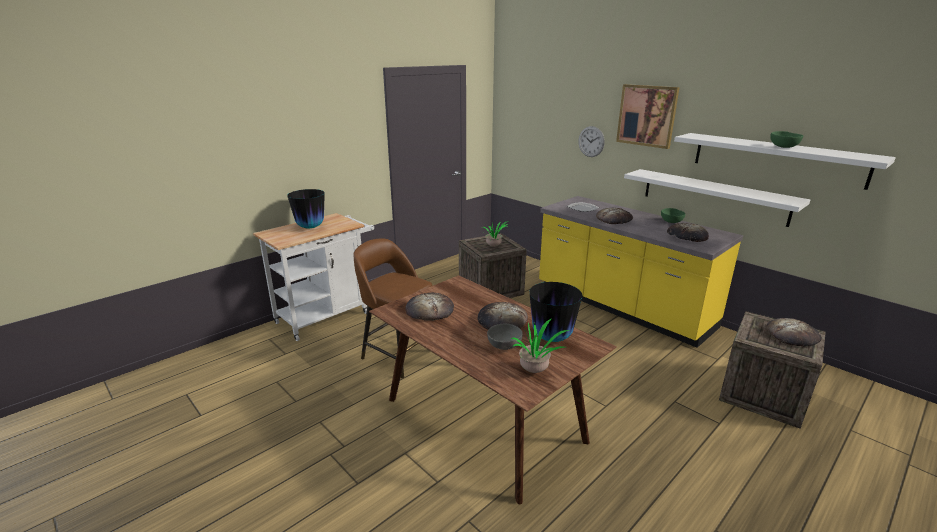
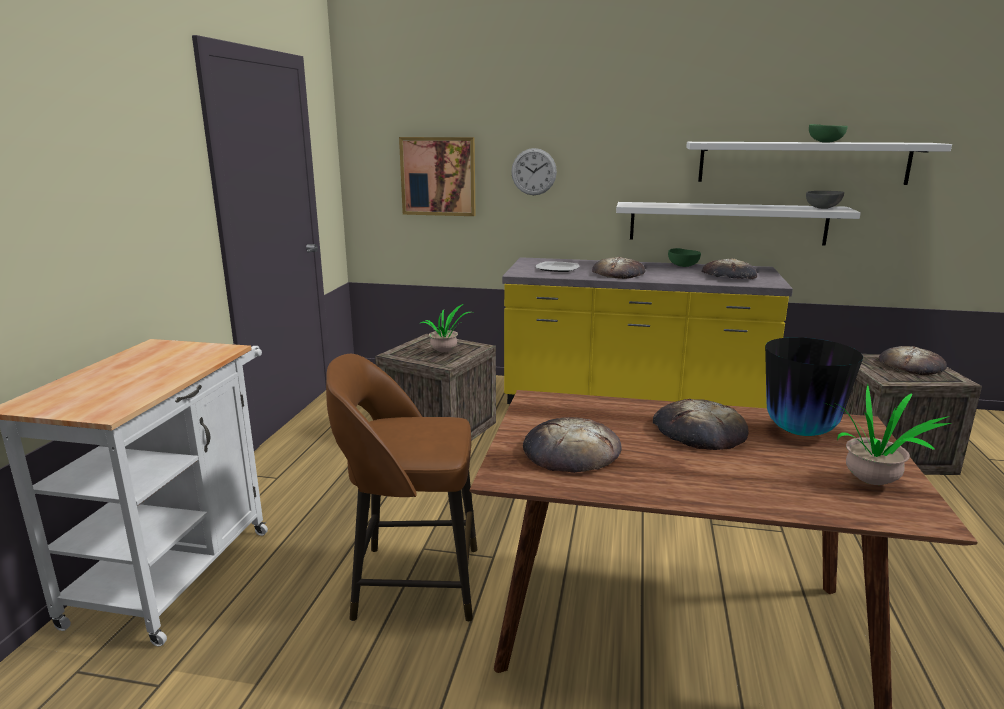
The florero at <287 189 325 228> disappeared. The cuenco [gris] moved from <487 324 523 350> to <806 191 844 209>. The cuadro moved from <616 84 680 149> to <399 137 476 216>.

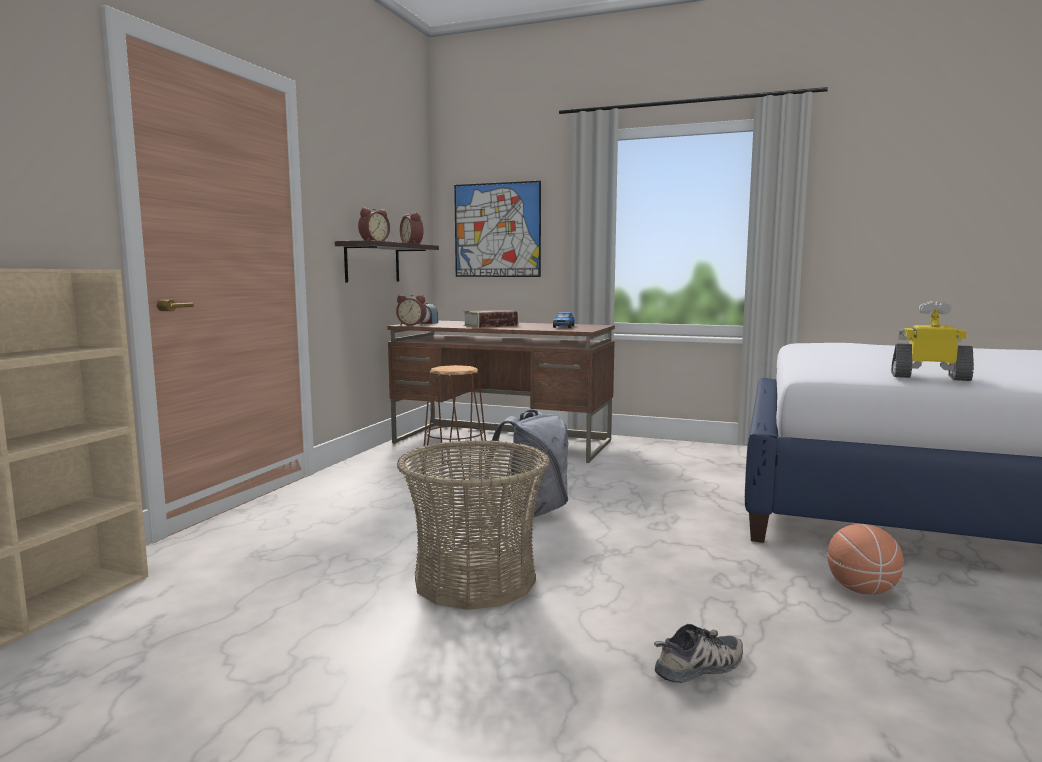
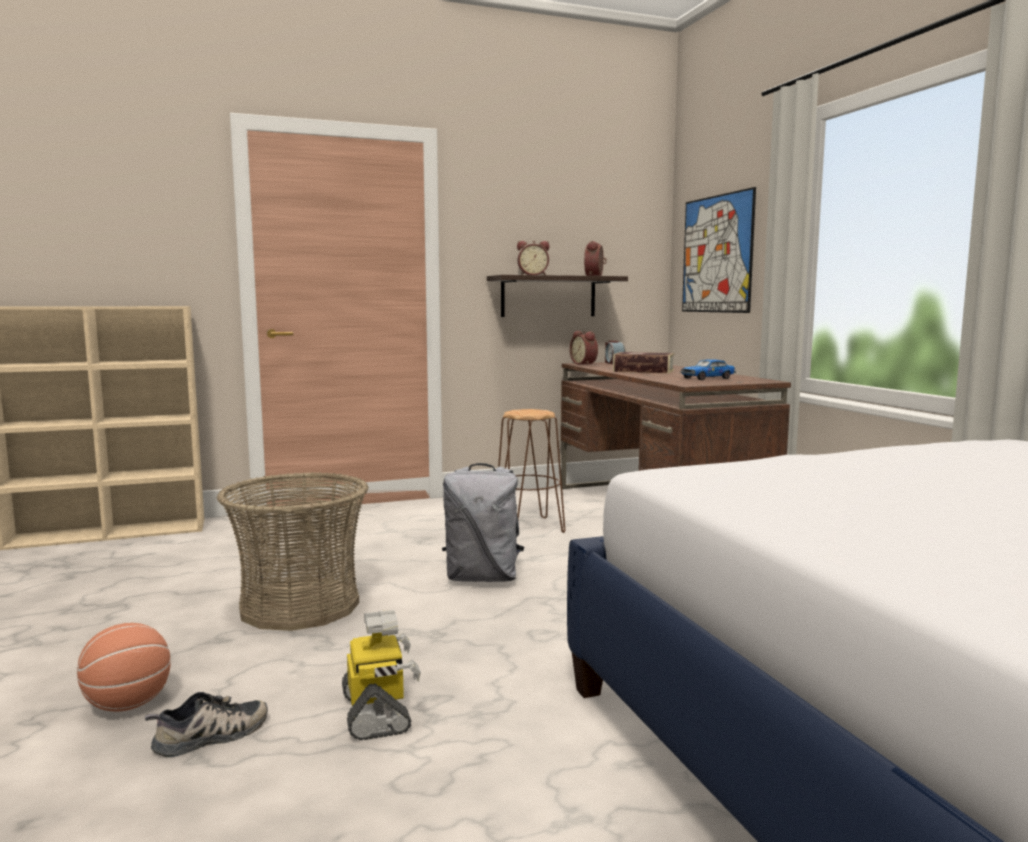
The balón de baloncesto moved from <827 524 904 594> to <77 623 171 711>. The robot de juguete moved from <891 301 974 381> to <342 610 421 740>. The zapato at <654 624 743 683> turned 60 degrees counterclockwise.

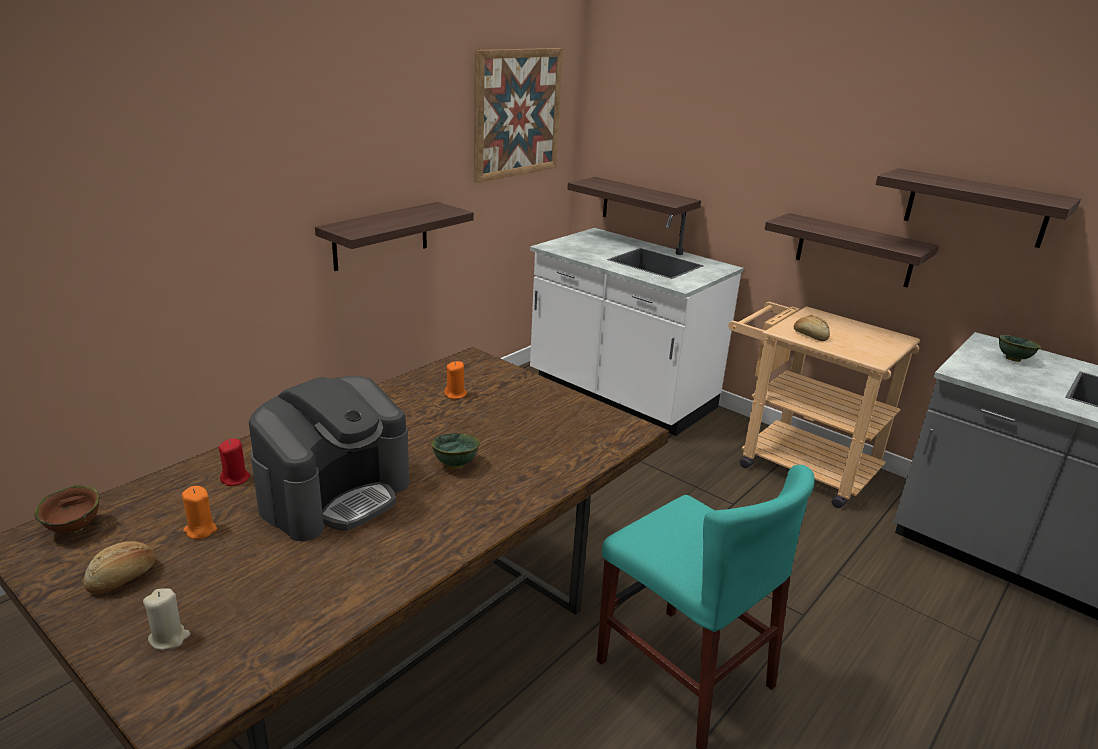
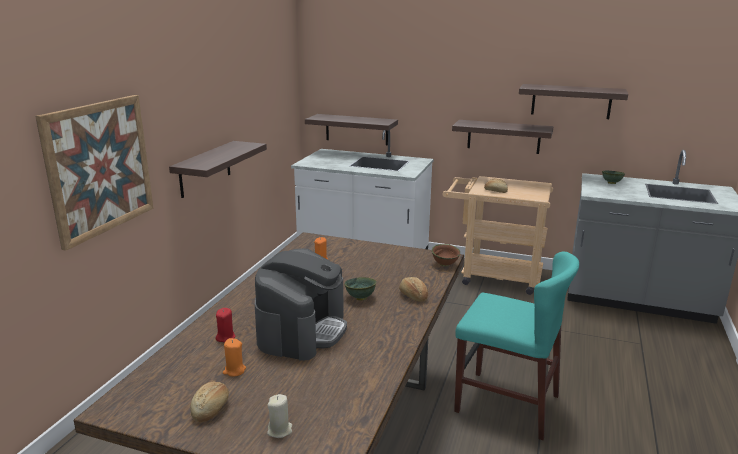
The pan at <399 277 428 302> appeared. The cuenco [marrón] moved from <34 485 100 533> to <432 244 460 266>. The cuadro moved from <474 48 563 183> to <35 95 154 251>.

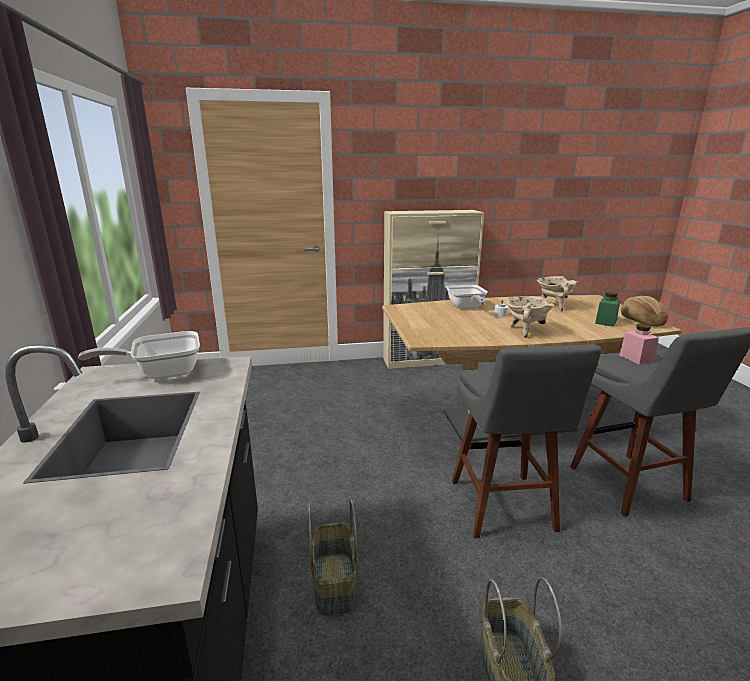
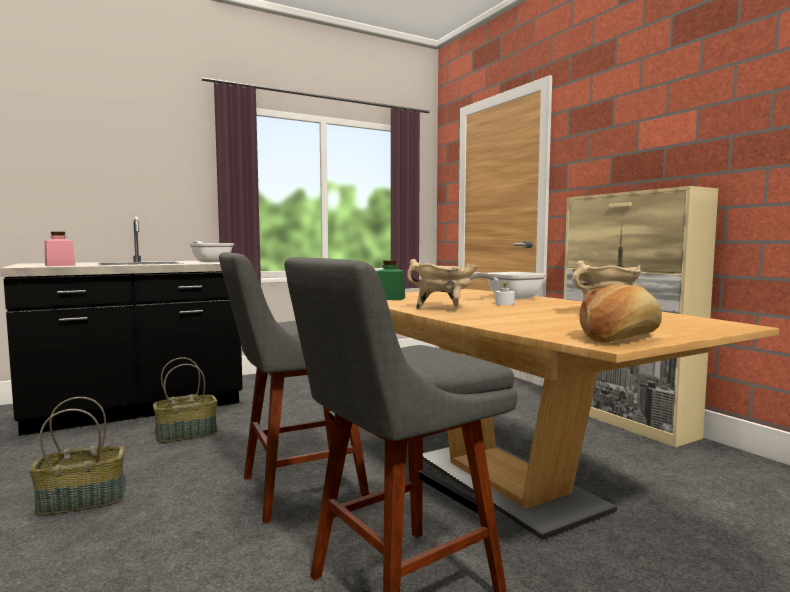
The tarro [verde] moved from <595 292 620 327> to <376 260 405 300>. The tarro [rosa] moved from <619 324 659 365> to <45 232 75 266>.

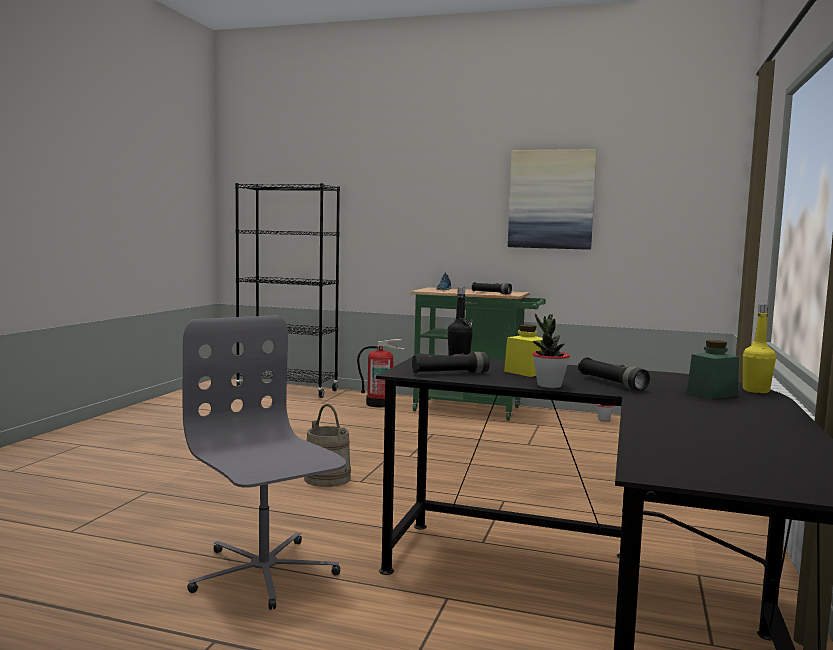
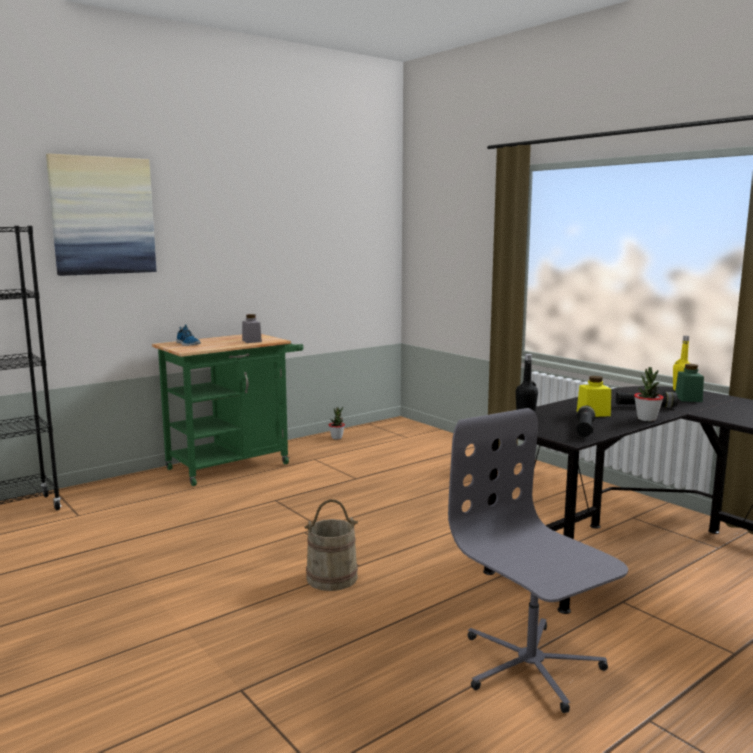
The extintor at <357 339 405 408> disappeared. The cuadro moved from <508 149 597 250> to <46 153 156 276>. The linterna [negro] at <472 282 512 294> was replaced by the tarro [gris] at <242 314 262 343>. The silla de oficina [gris] at <183 315 346 610> turned 60 degrees clockwise.

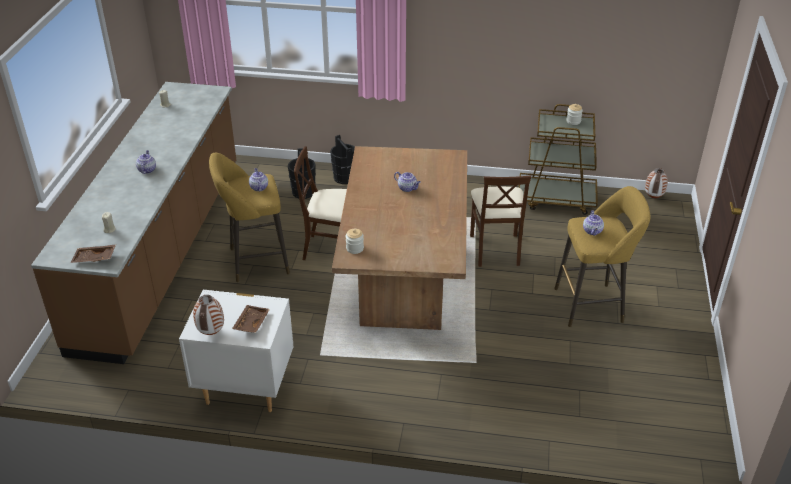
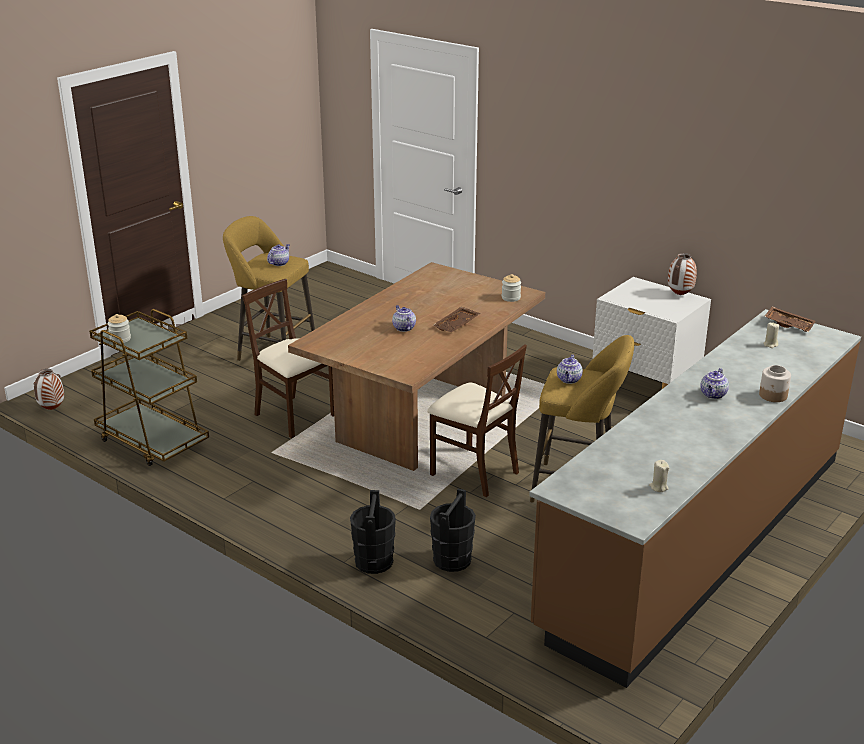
The tarro at <759 365 791 402> appeared. The bandeja [marrón] moved from <232 305 270 333> to <433 307 480 332>. The silla [beis] at <470 175 531 267> turned 75 degrees counterclockwise.

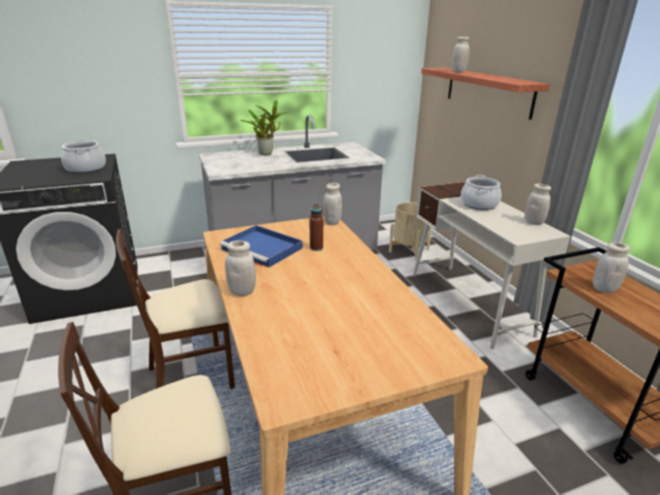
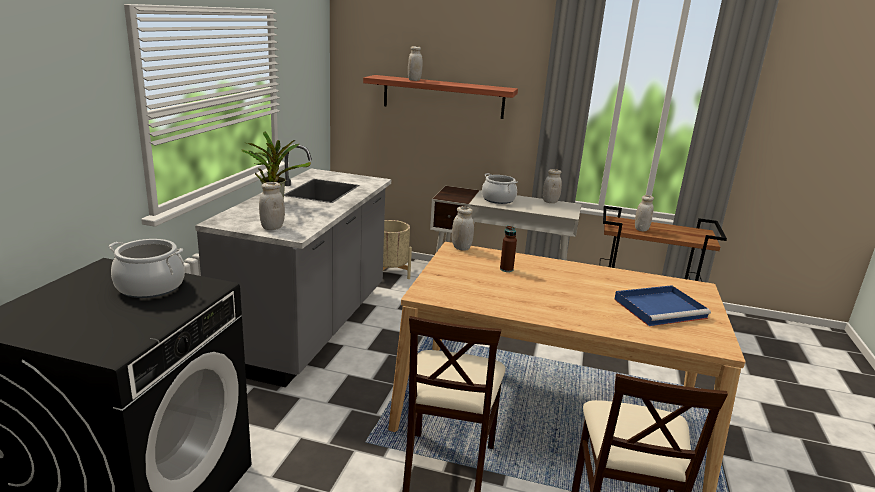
The bandeja [azul] moved from <220 225 302 268> to <614 285 711 326>. The tarro [blanco] moved from <225 241 256 296> to <259 182 285 230>.

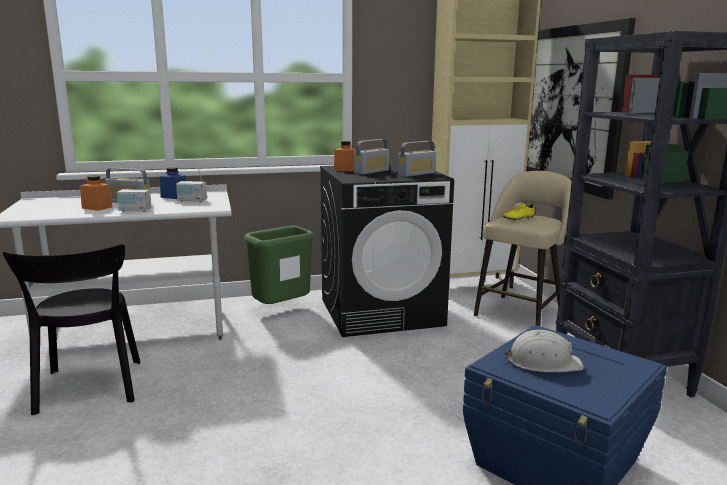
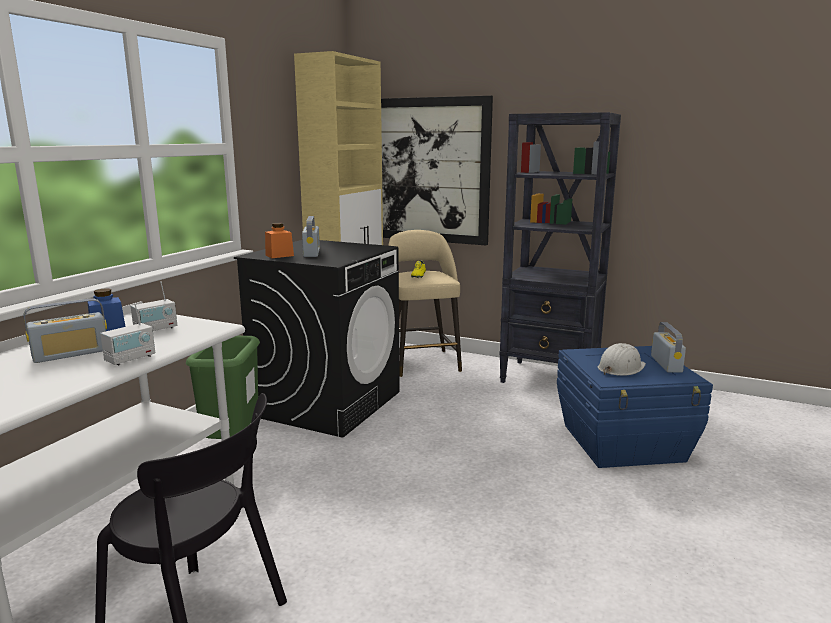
The tarro [naranja] at <80 175 113 211> disappeared. The radio moved from <398 141 436 177> to <651 322 686 373>.

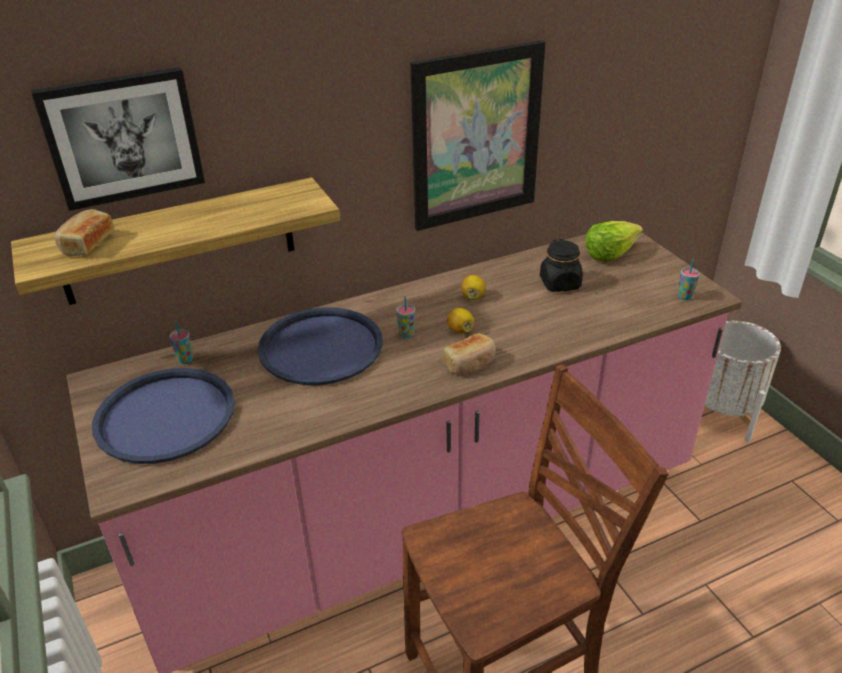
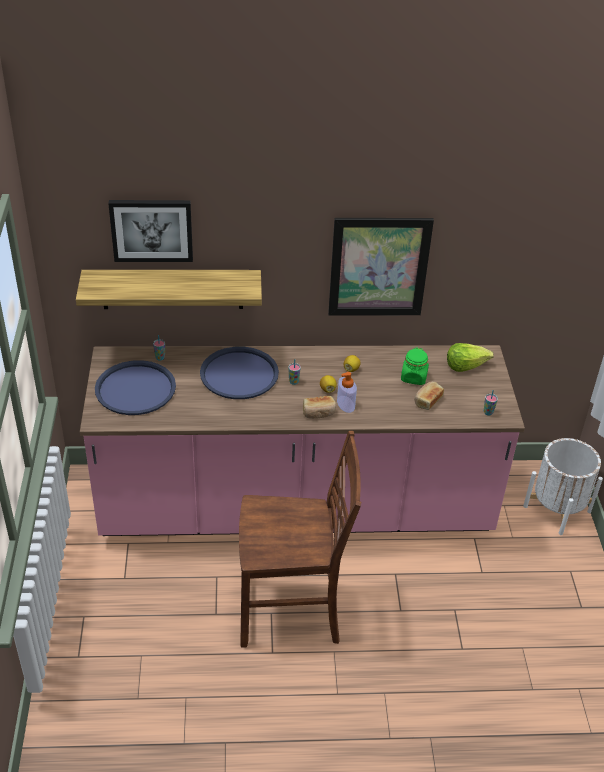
The dispensador de jabón at <337 372 357 413> appeared. The pan moved from <55 209 115 256> to <414 381 444 410>. The tarro [negro] at <540 239 583 292> became the tarro [verde] at <401 348 429 385>.

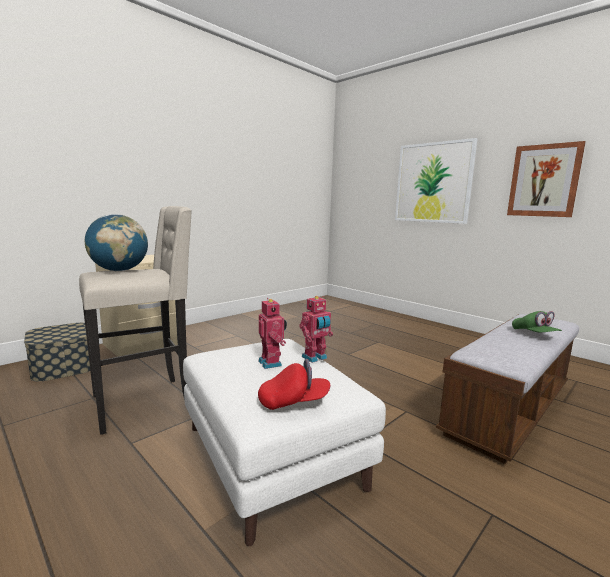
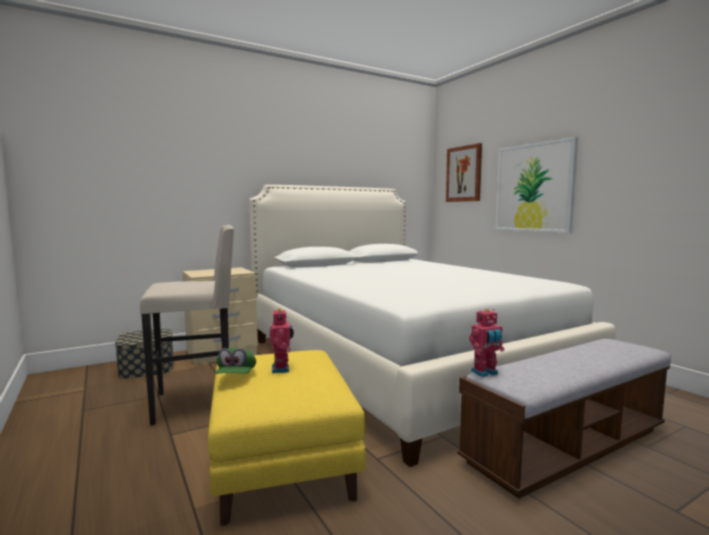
The globo terráqueo at <85 214 148 271> disappeared. The gorra [rojo] at <258 359 331 410> disappeared. The cama [blanco] at <249 185 615 467> appeared. The robot de juguete moved from <300 296 333 363> to <469 309 505 377>. The cuadro moved from <507 141 586 217> to <446 143 482 202>. The gorra [verde] moved from <512 311 562 332> to <215 348 256 374>. The puf [blanco] at <183 339 386 546> became the puf [amarillo] at <208 350 366 526>.

